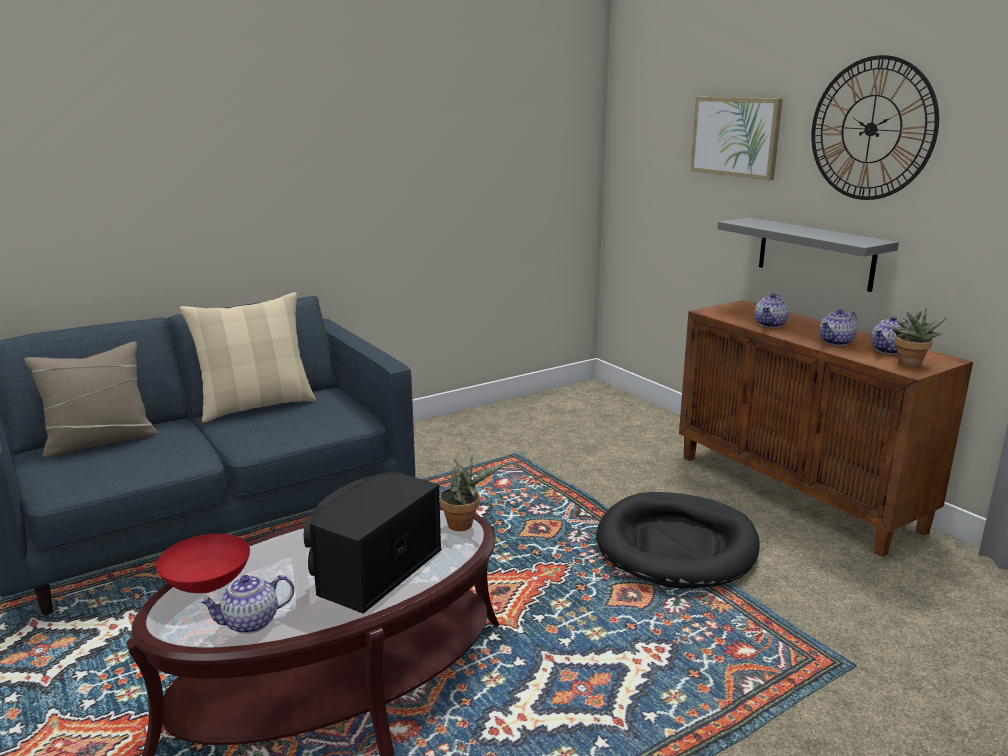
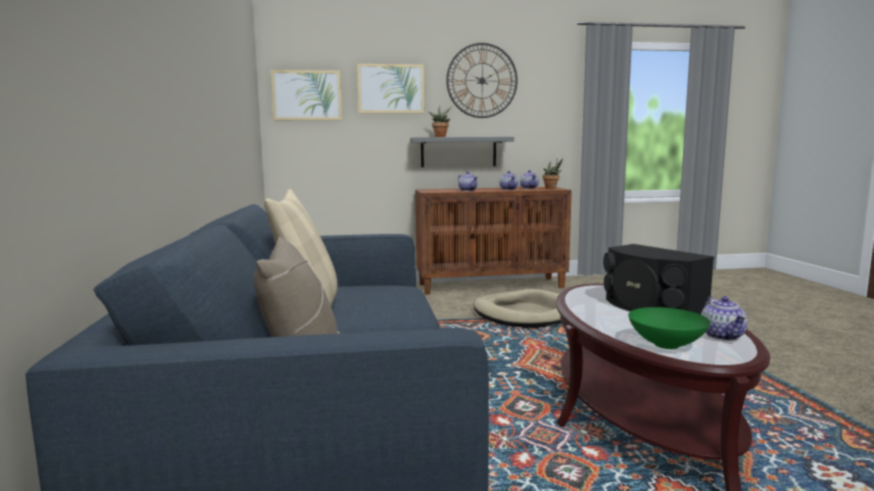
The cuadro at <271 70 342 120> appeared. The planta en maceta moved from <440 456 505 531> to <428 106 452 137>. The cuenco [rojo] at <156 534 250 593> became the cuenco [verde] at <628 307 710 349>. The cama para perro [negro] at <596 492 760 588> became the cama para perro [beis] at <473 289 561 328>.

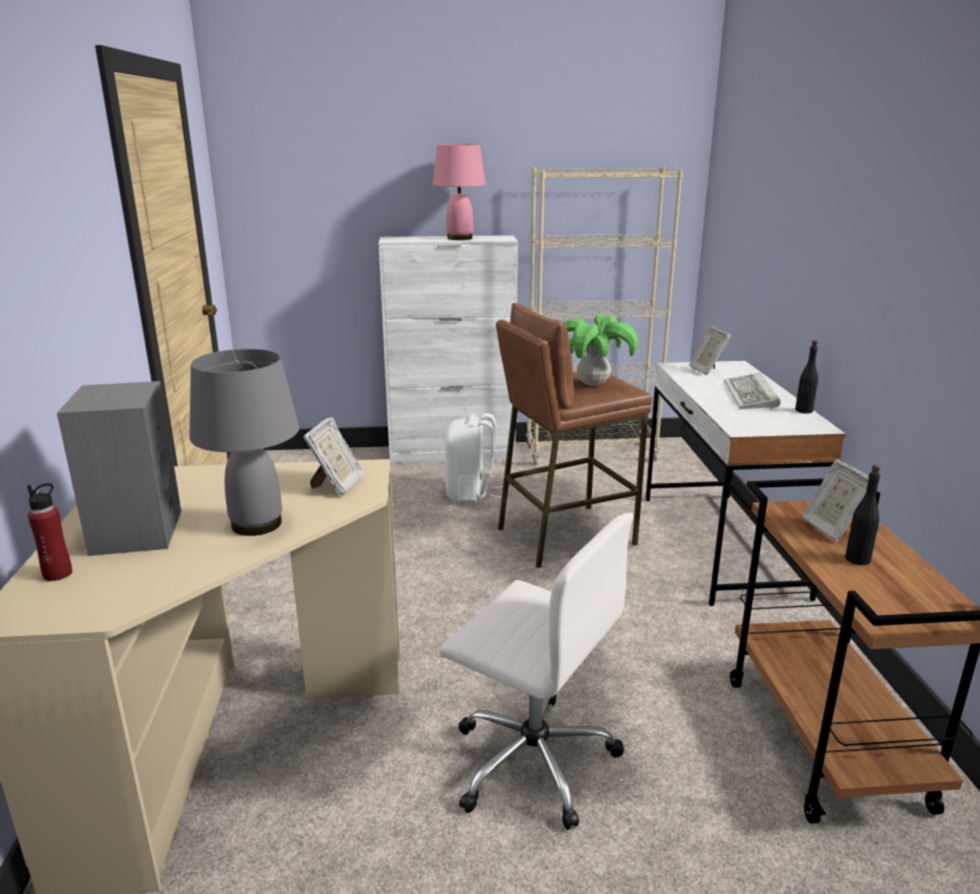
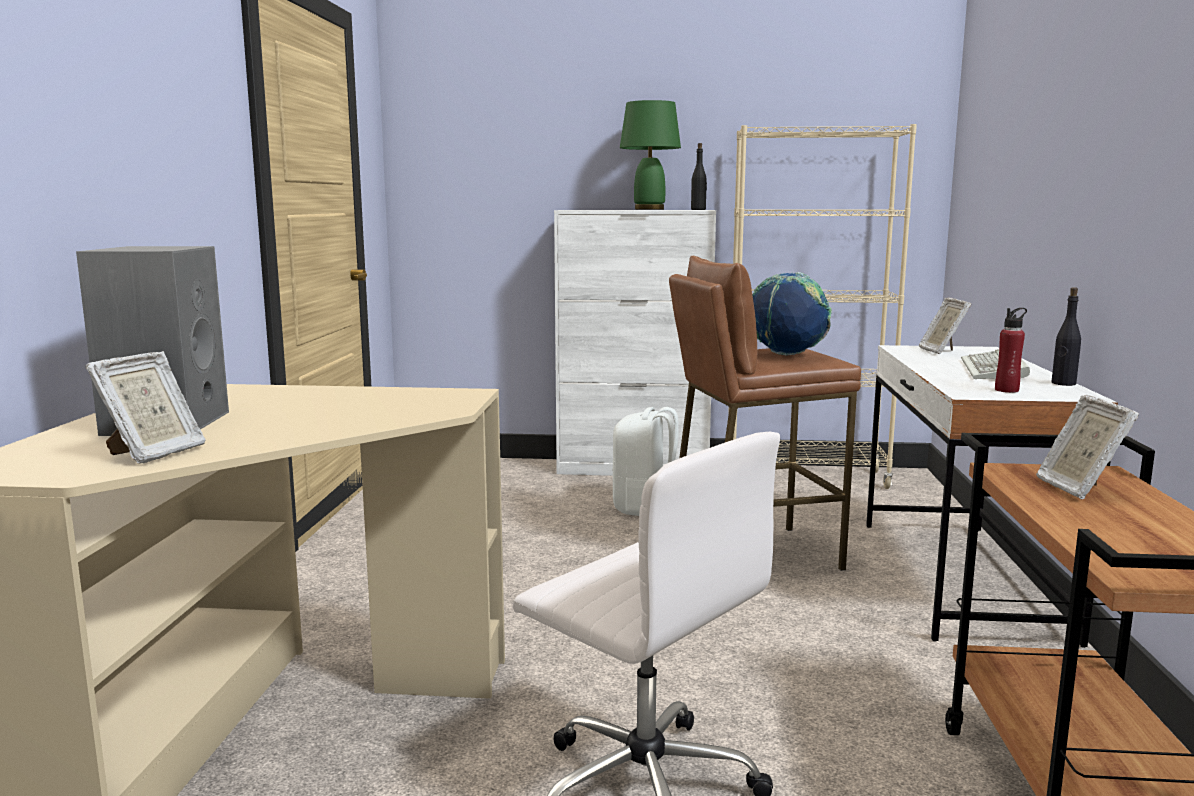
The lámpara de mesa [gris] at <190 349 299 536> disappeared. The botella [rojo] moved from <27 483 72 581> to <995 308 1027 393>. The portarretratos moved from <303 417 365 496> to <85 351 206 464>. The botella [negro] moved from <845 465 880 565> to <691 143 707 210>. The planta en maceta at <563 314 638 386> was replaced by the globo terráqueo at <752 272 832 355>. The lámpara de mesa [rosa] at <433 144 486 240> became the lámpara de mesa [verde] at <620 100 681 210>.

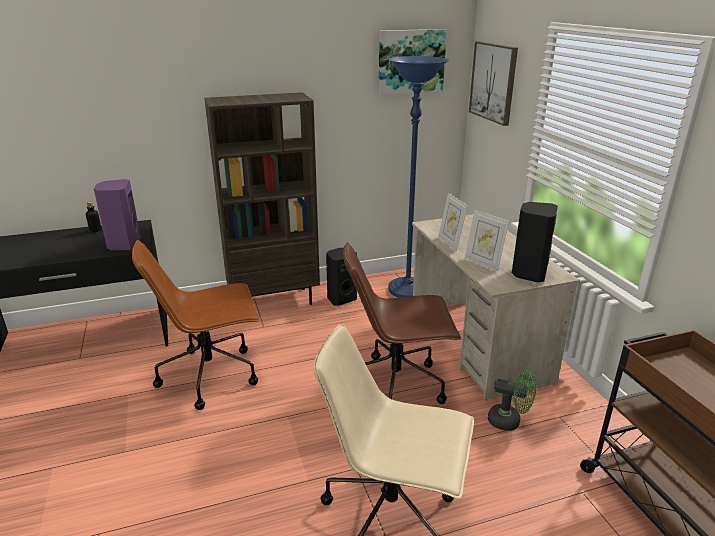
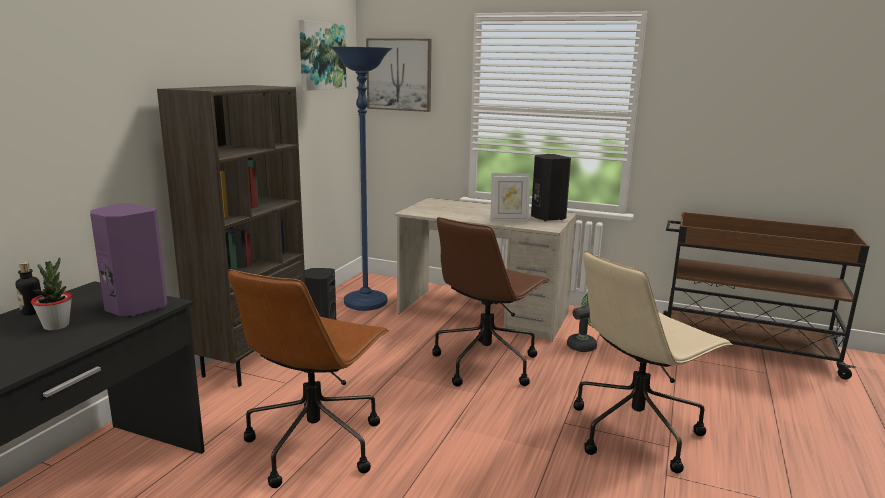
The portarretratos at <438 193 468 252> disappeared. The planta en maceta at <31 257 72 330> appeared.

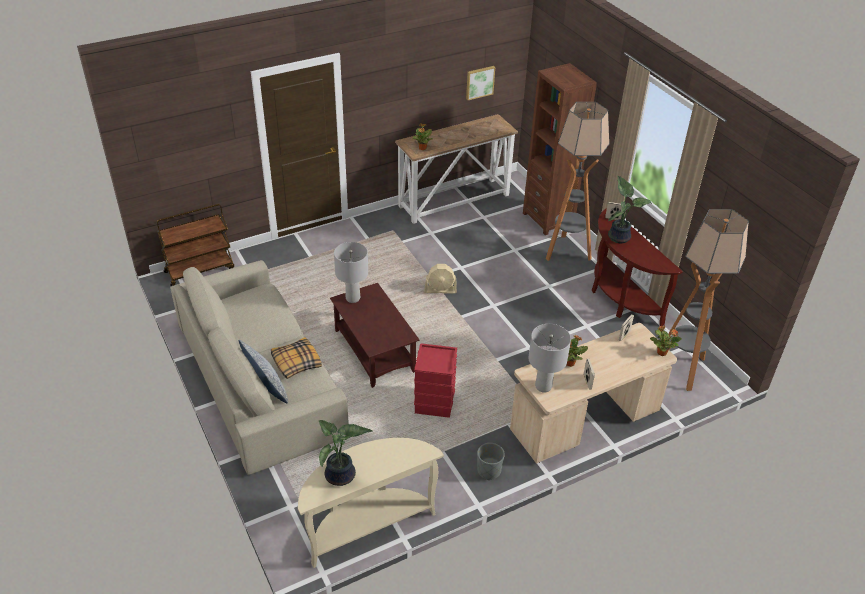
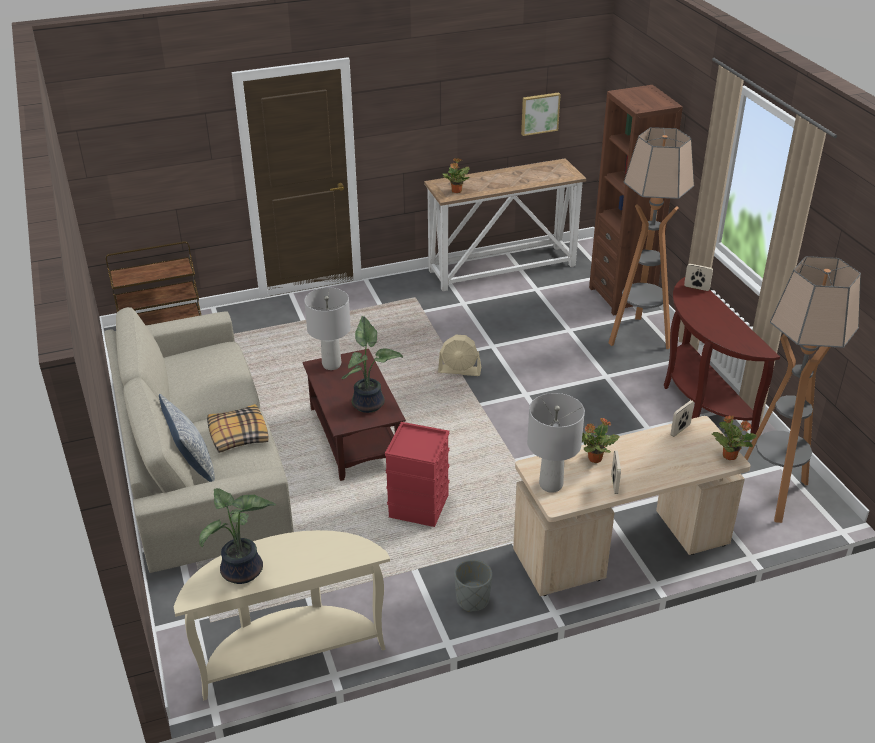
The planta en maceta moved from <608 176 652 243> to <342 316 403 413>.

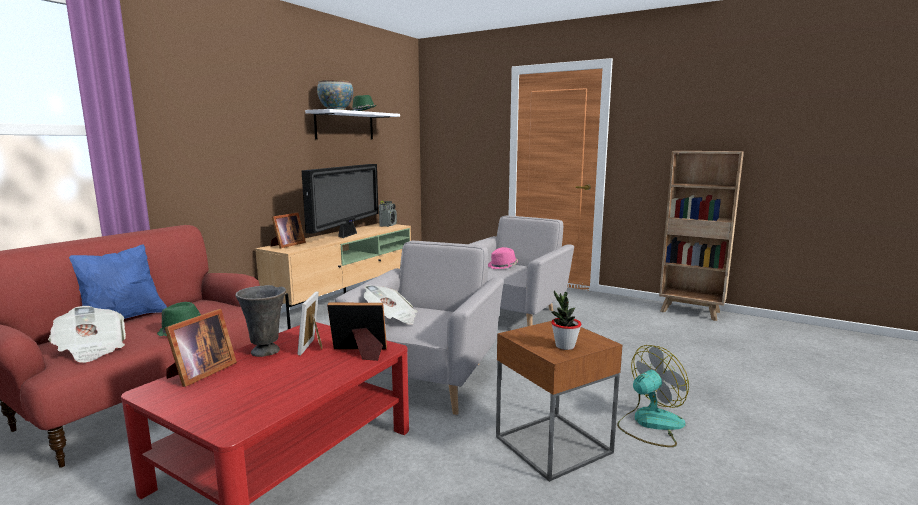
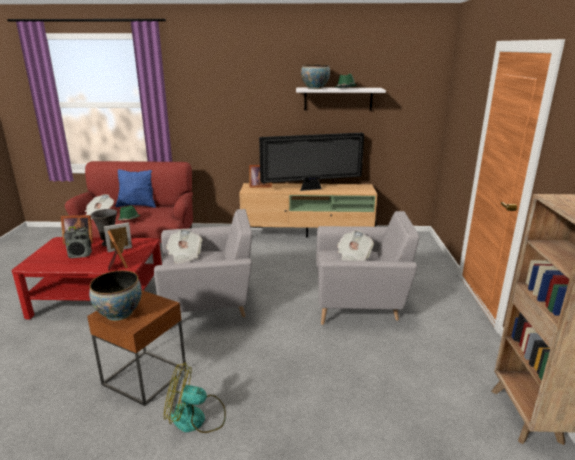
The radio moved from <379 200 397 227> to <64 226 92 258>. The sombrero [rosa] at <488 247 518 269> was replaced by the periódico at <337 230 374 261>. The planta en maceta at <551 290 582 350> was replaced by the cuenco at <89 270 142 321>. The ventilador at <617 345 689 447> turned 150 degrees clockwise.

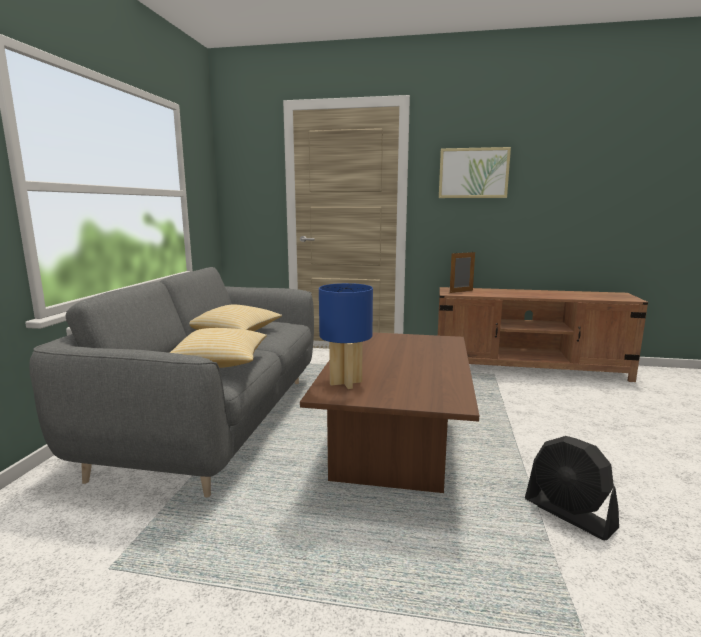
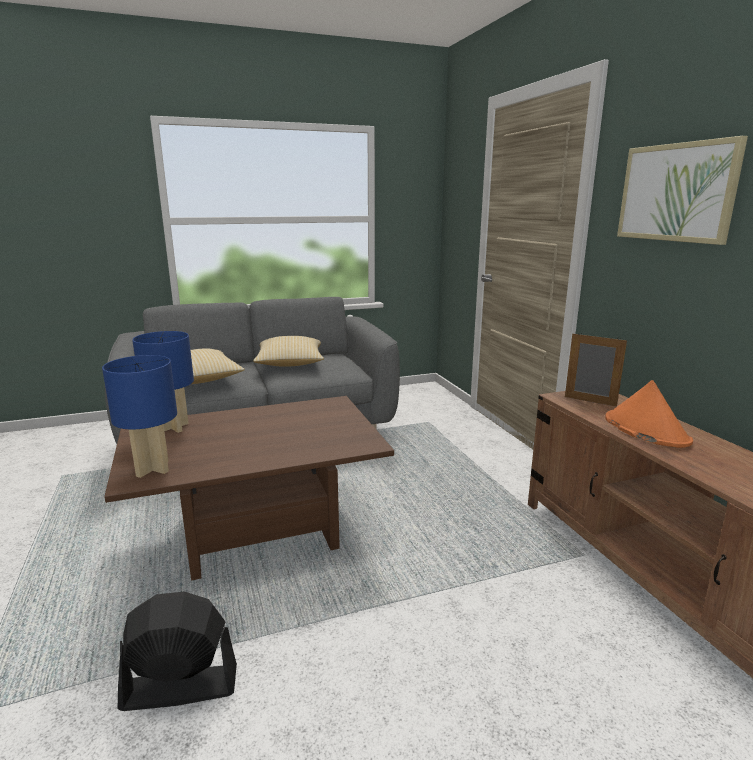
The lámpara de mesa [azul] at <102 355 177 478> appeared. The sombrero [naranja] at <605 380 693 448> appeared. The ventilador [negro] at <525 436 619 540> turned 60 degrees clockwise.

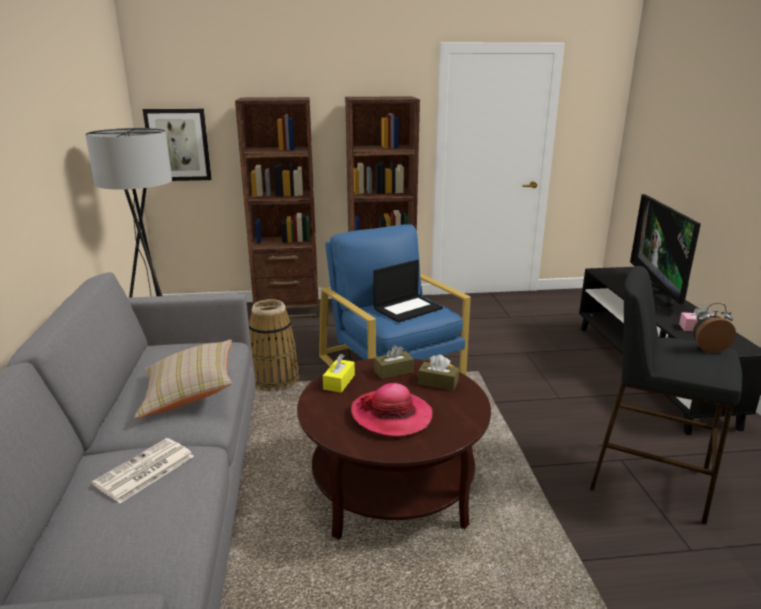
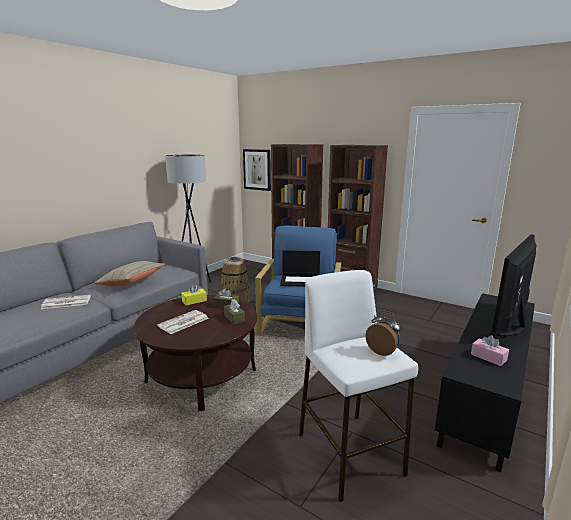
The sombrero at <351 383 433 437> was replaced by the periódico at <157 310 209 334>. The taburete [negro] at <590 266 742 524> became the taburete [blanco] at <299 270 418 502>.

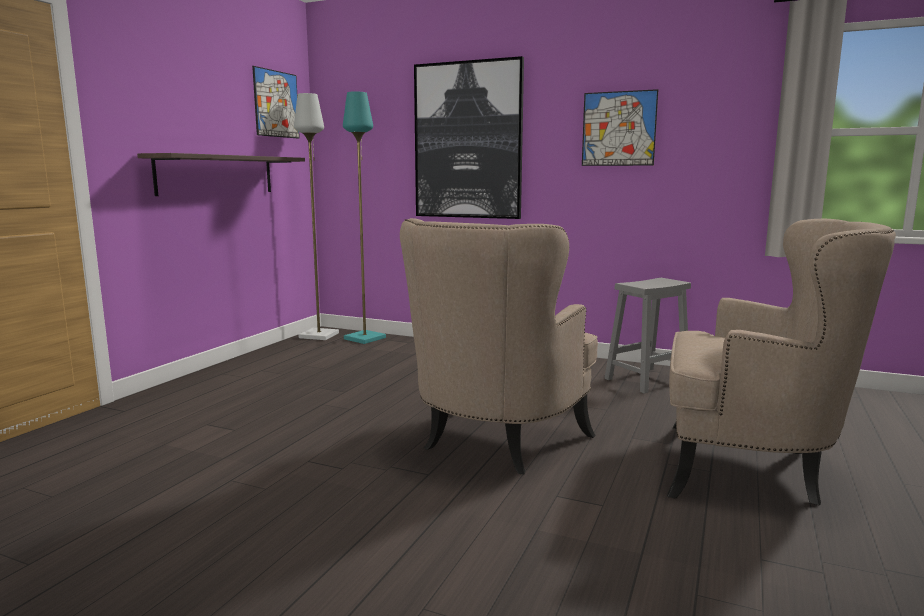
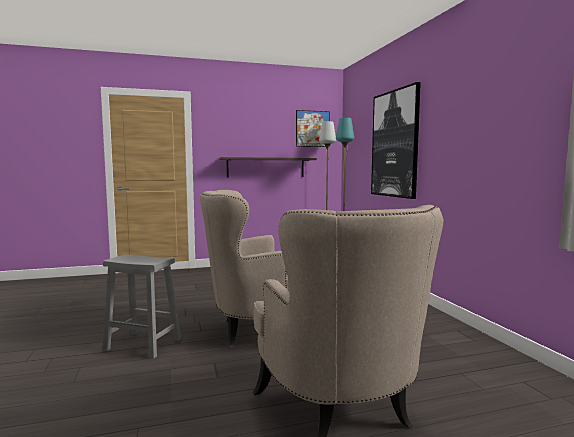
The cuadro at <582 89 658 166> disappeared. The taburete [gris] moved from <604 278 691 394> to <103 254 181 359>.

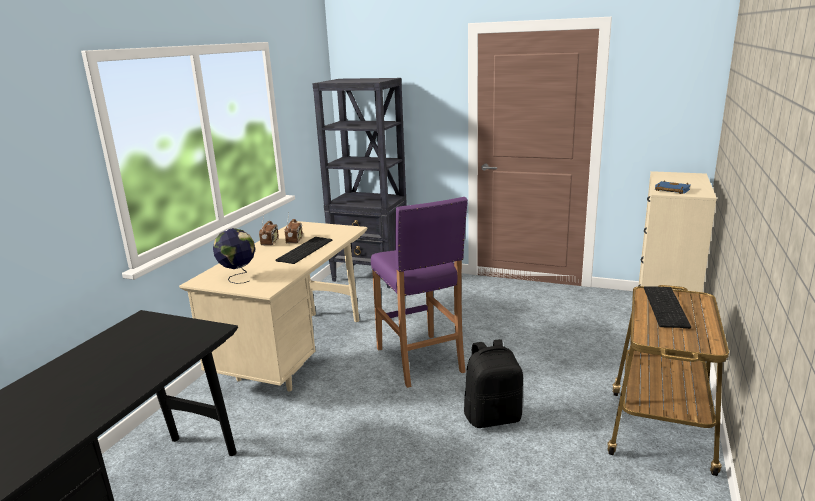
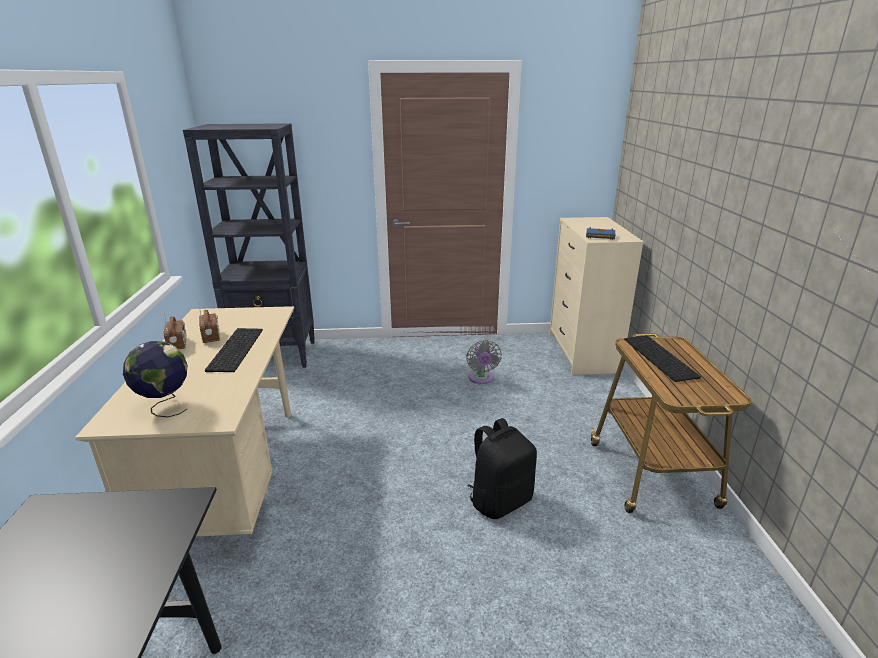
The taburete [morado] at <371 197 468 388> disappeared. The ventilador [gris] at <466 340 502 384> appeared.

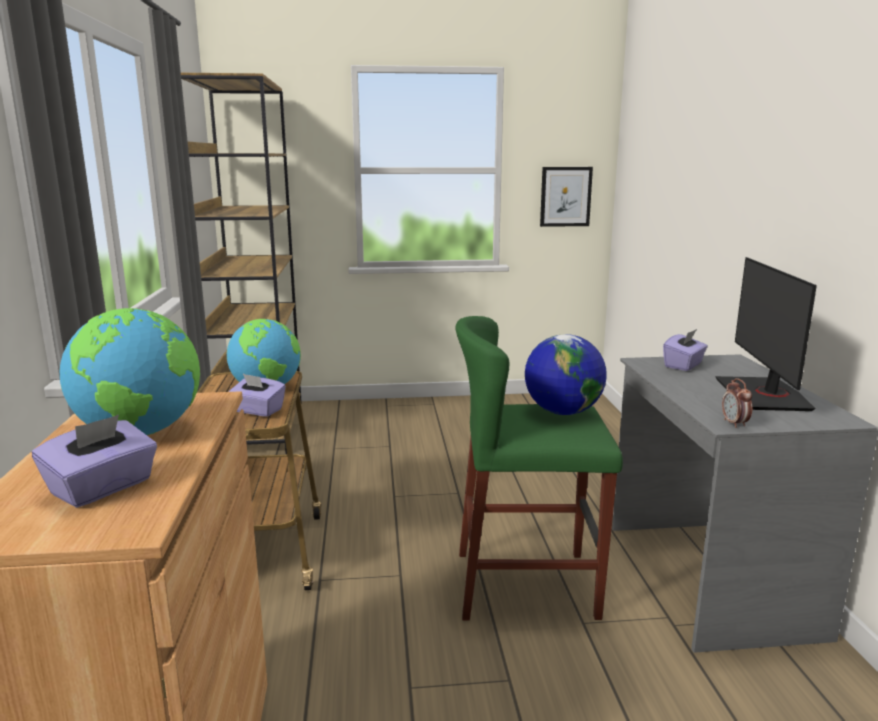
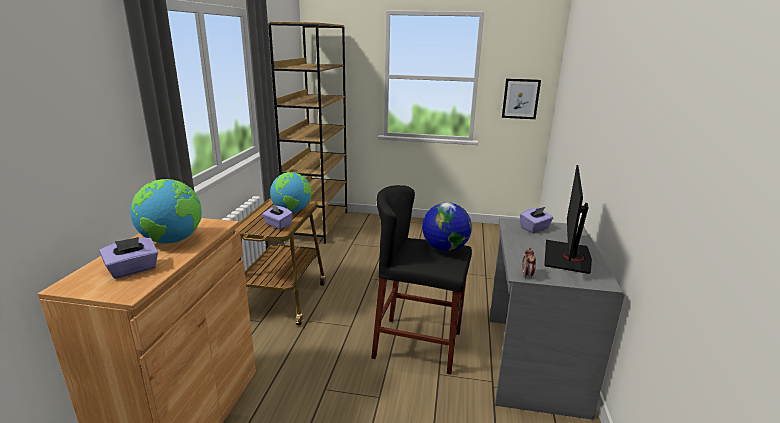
The taburete [verde] at <455 316 623 620> became the taburete [negro] at <371 185 472 375>.

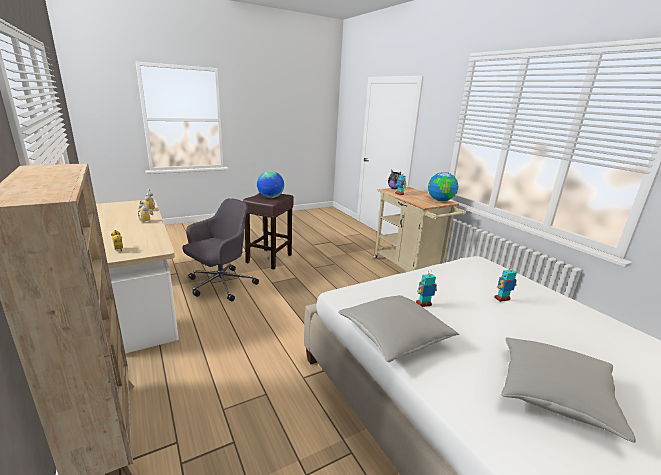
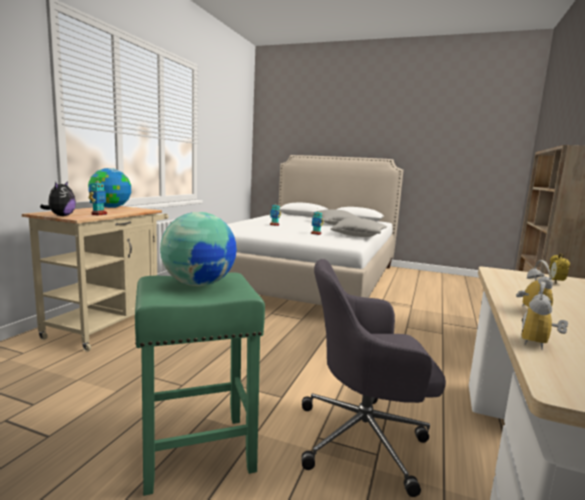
The taburete [marrón] at <243 193 294 269> became the taburete [verde] at <135 273 265 496>.

